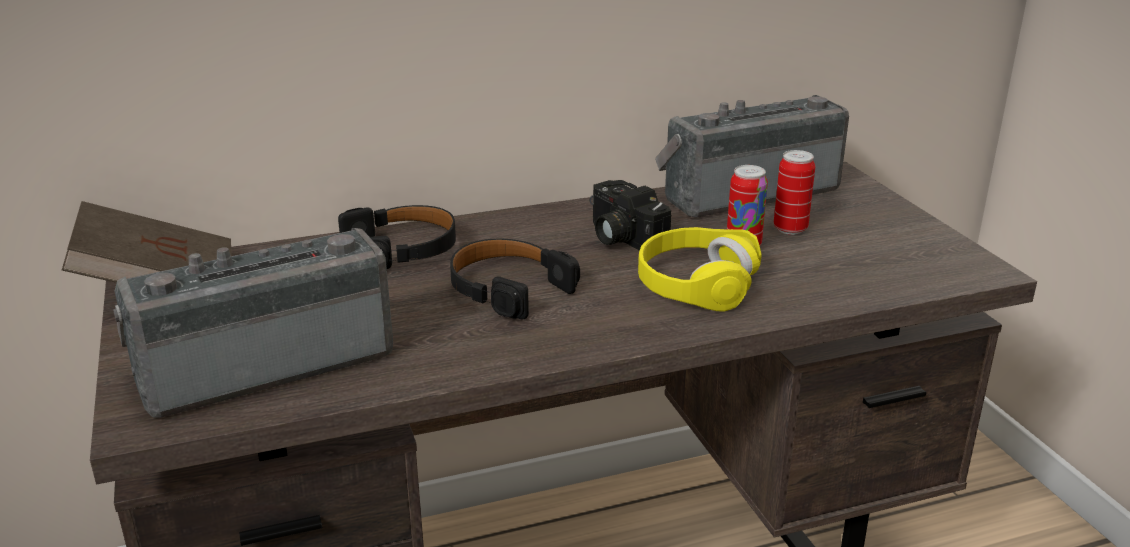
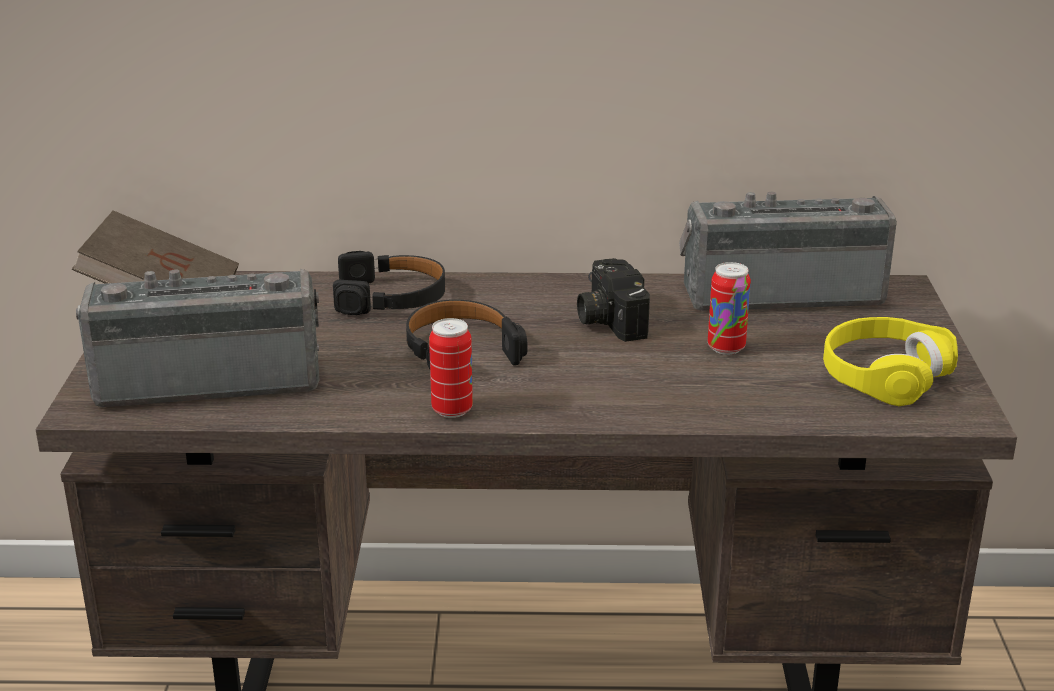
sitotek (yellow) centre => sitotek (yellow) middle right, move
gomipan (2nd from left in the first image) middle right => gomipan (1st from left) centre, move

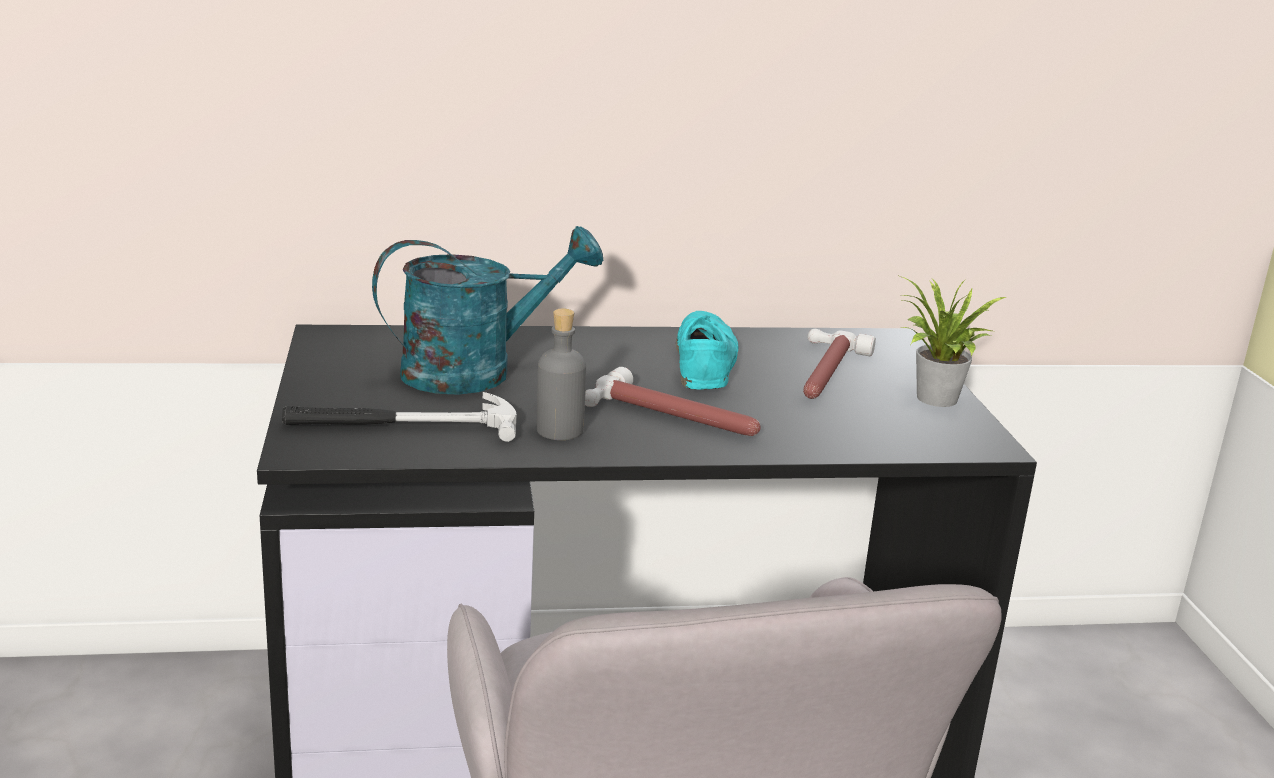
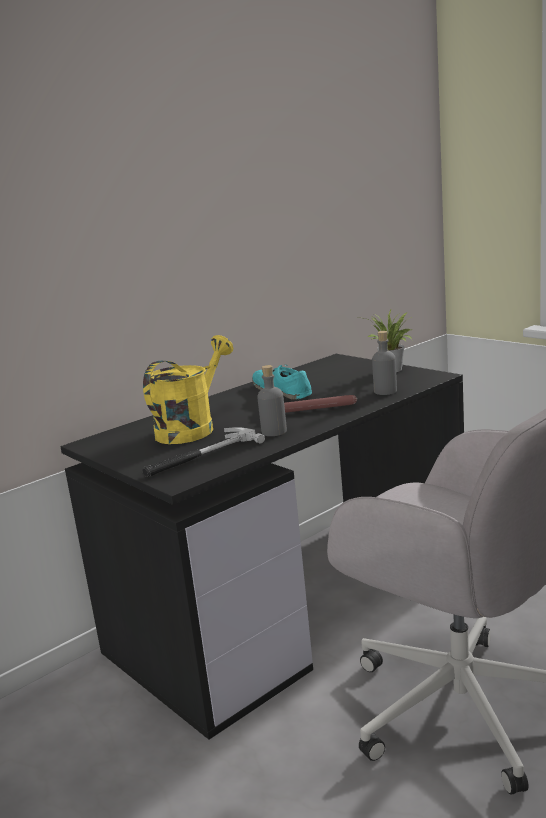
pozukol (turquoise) centre => pozukol (yellow) centre
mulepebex (3rd from left) centre => nothing
nothing => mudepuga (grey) (2nd from left) middle right

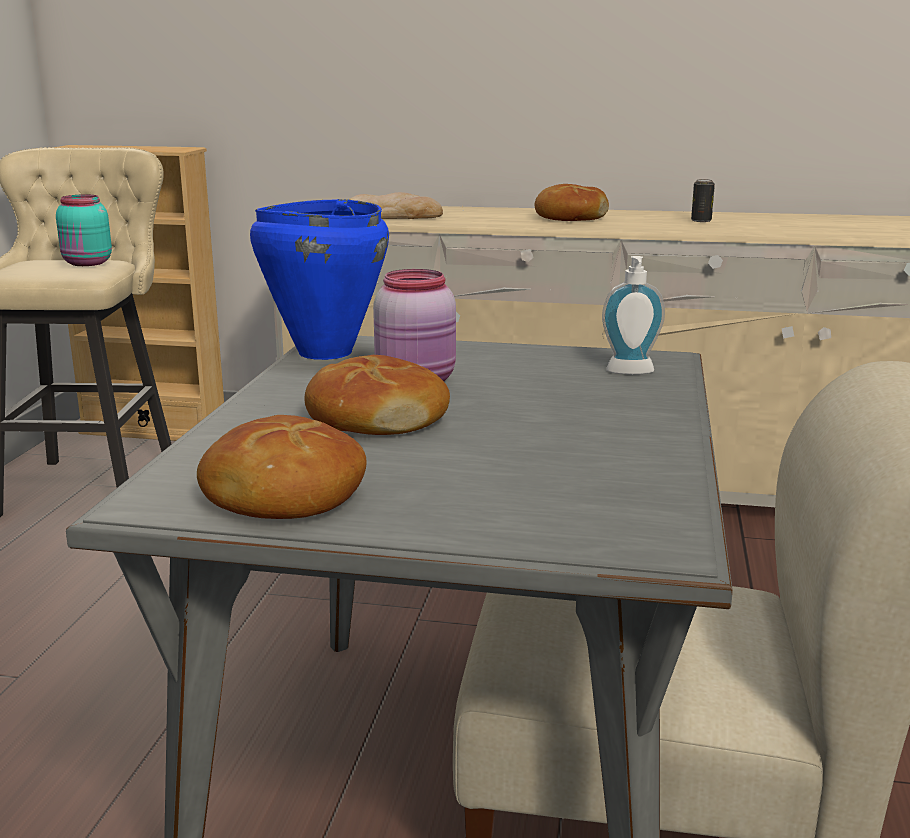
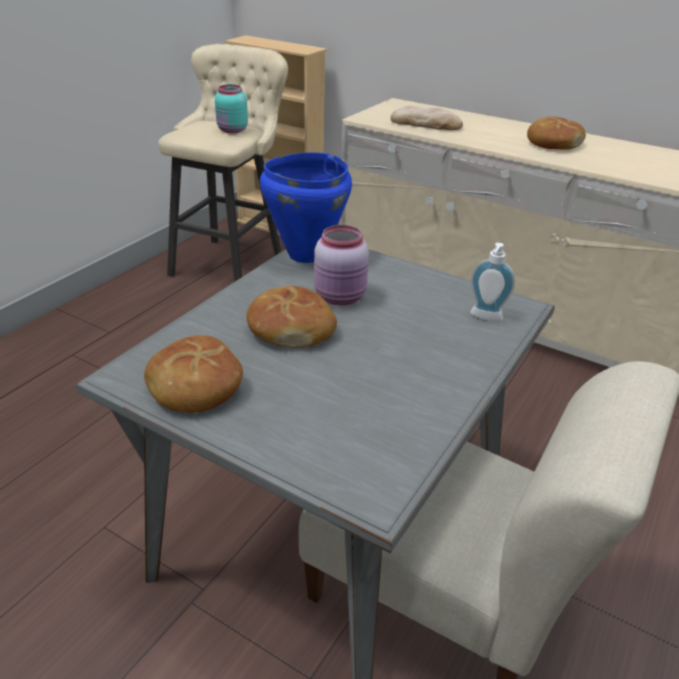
gomipan top right => nothing

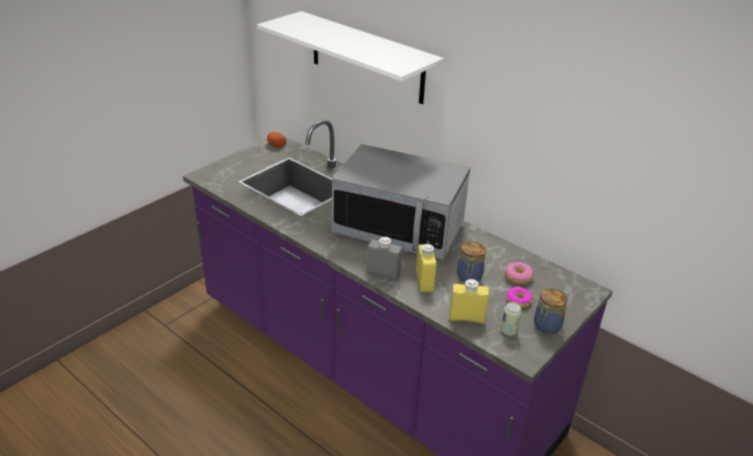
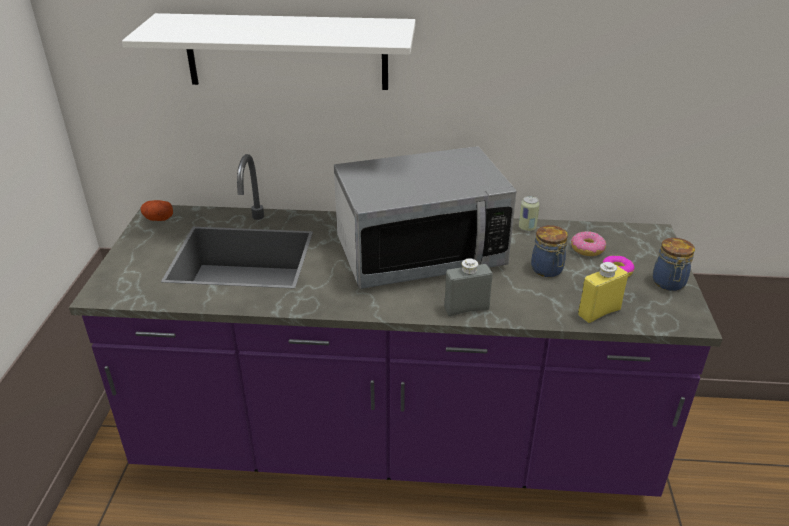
mudepuga (yellow) (1st from left) centre => nothing
gomipan bottom right => gomipan middle right, move

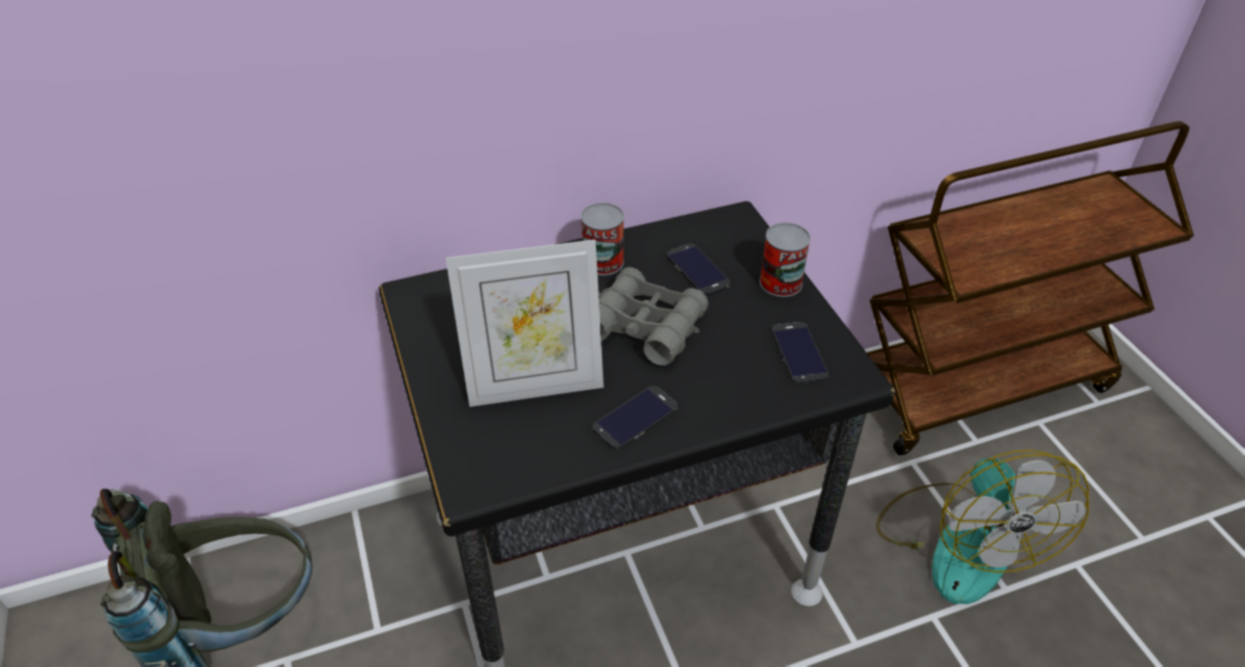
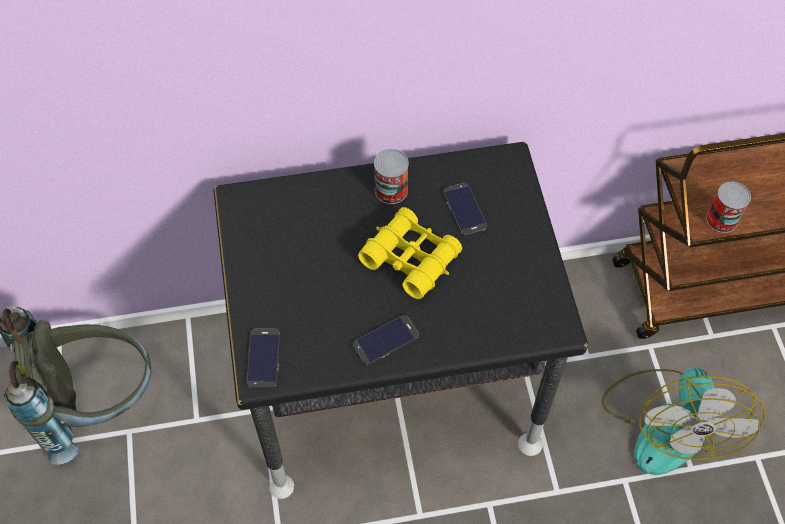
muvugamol centre => nothing
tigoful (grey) centre => tigoful (yellow) centre
gomipan (2nd from left) centre => gomipan (2nd from left) middle right, move
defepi (3rd from left in the first image) centre => defepi (1st from left) bottom centre, move

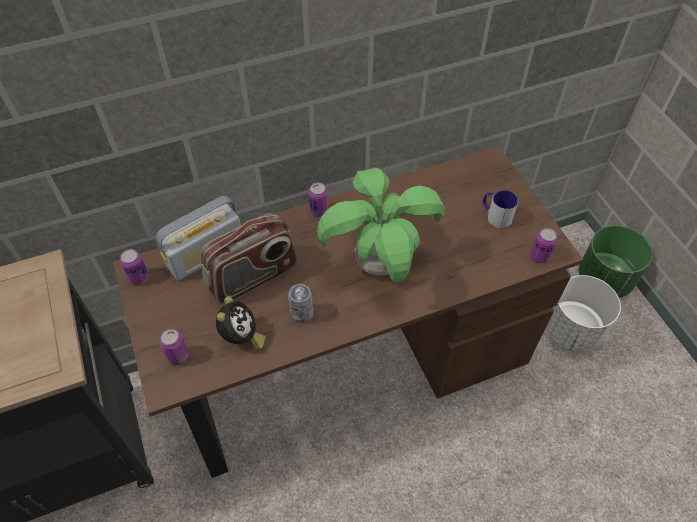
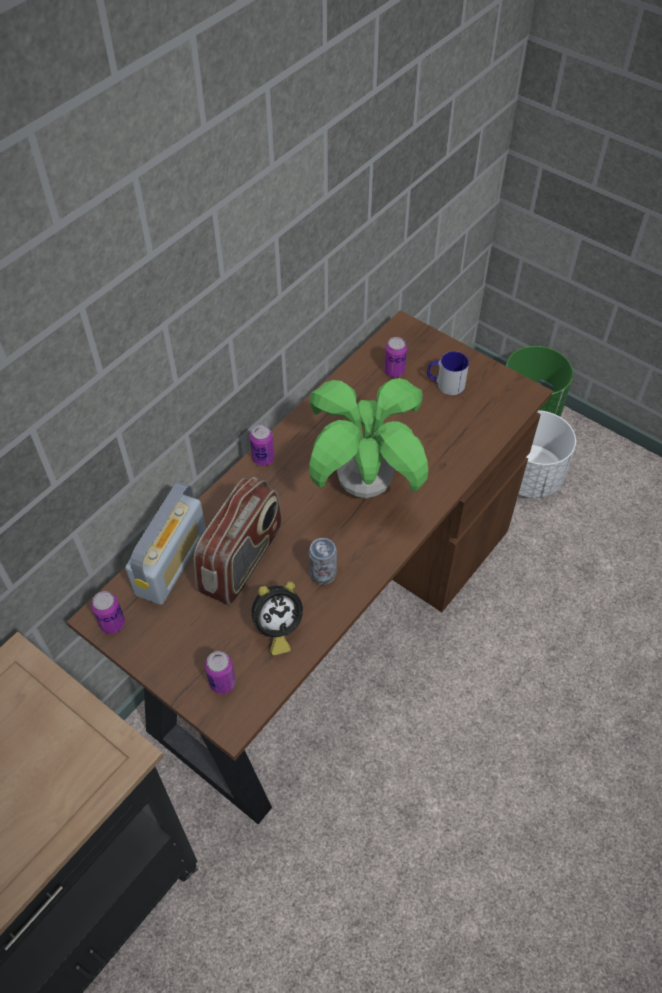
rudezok centre, 90 degrees clockwise
gomipan (5th from left) middle right => gomipan (5th from left) centre, move

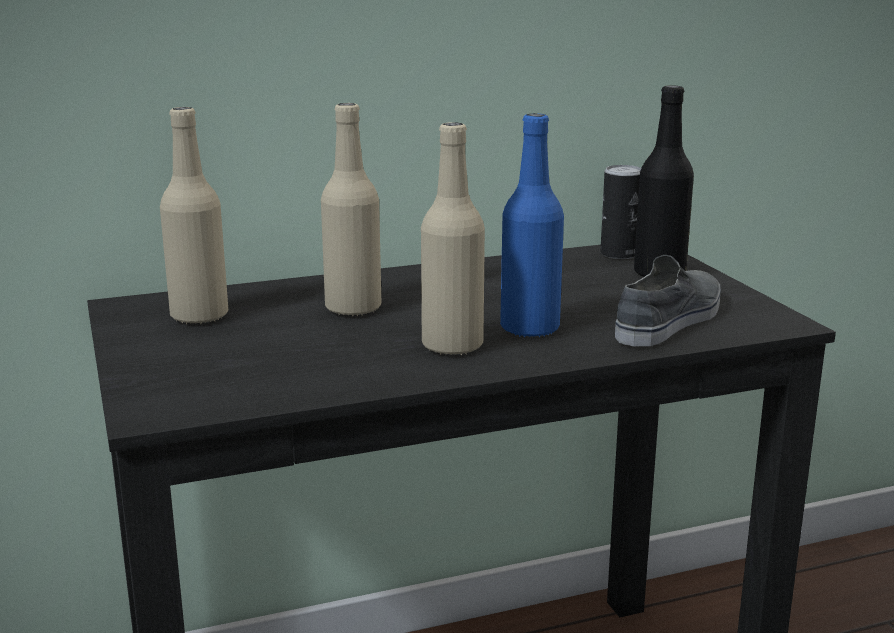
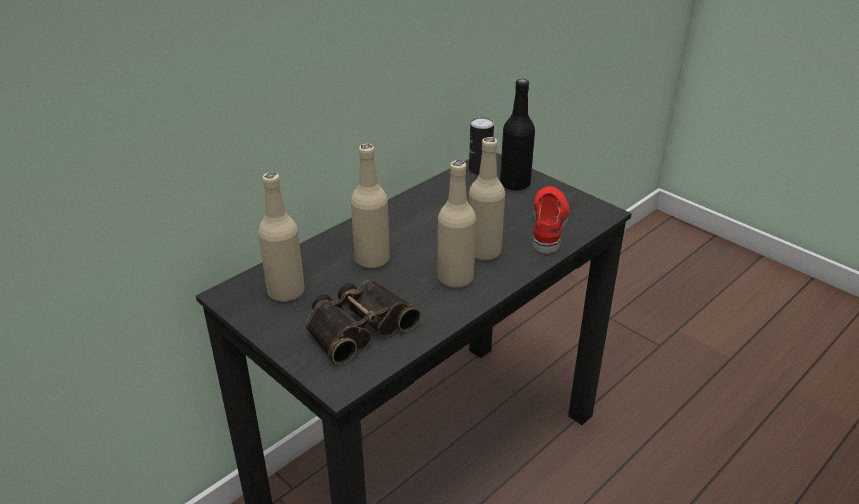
mudepuga (blue) centre => mudepuga (beige) (4th from left) centre
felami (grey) middle right => felami (red) centre
nothing => tigoful centre

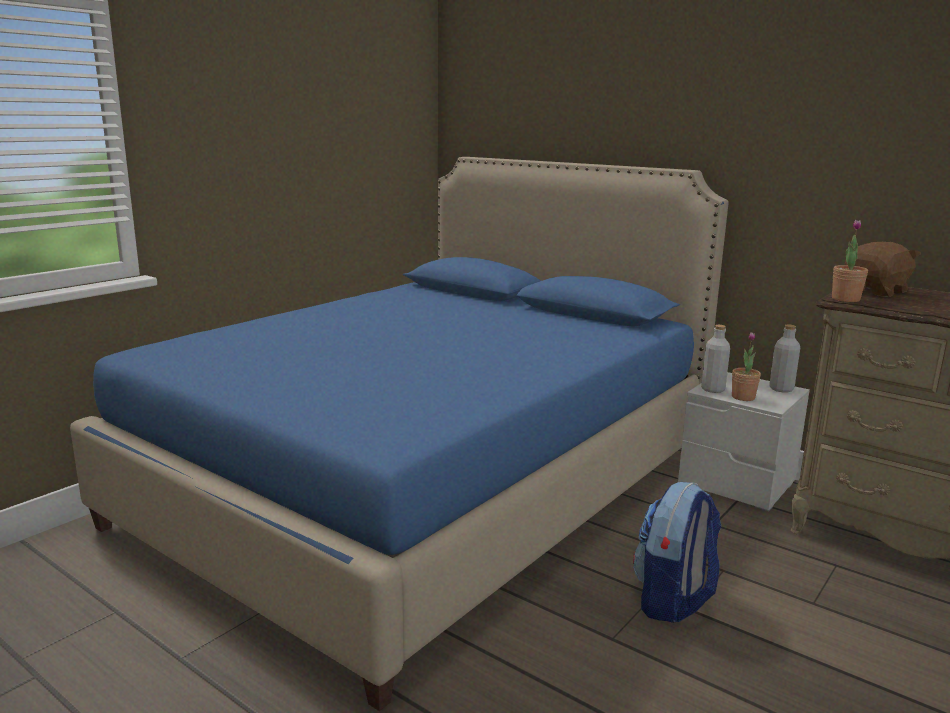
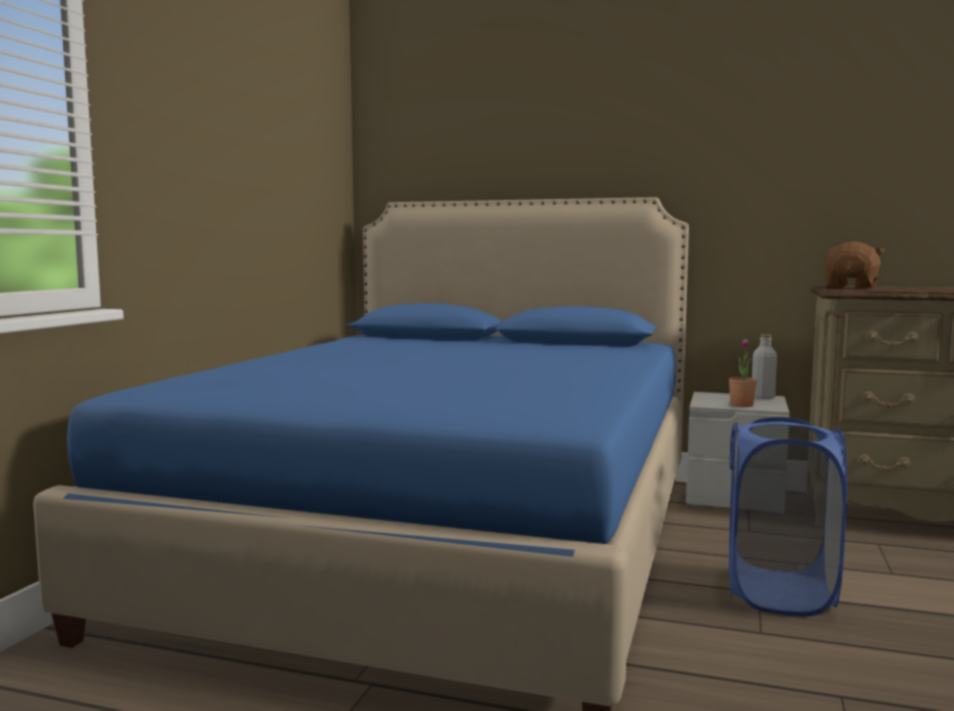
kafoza bottom right => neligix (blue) bottom right
mudepuga (grey) (1st from left) middle right => nothing
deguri (2nd from left) middle right => nothing

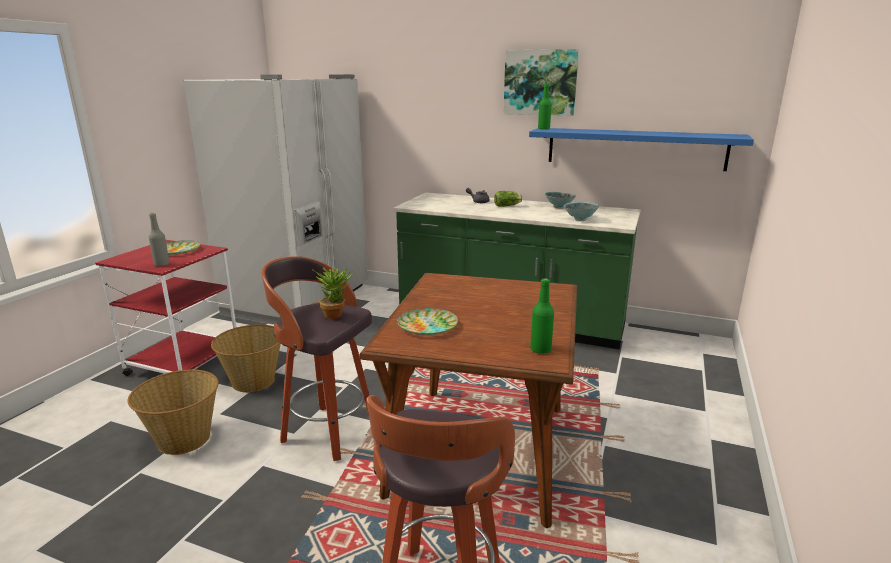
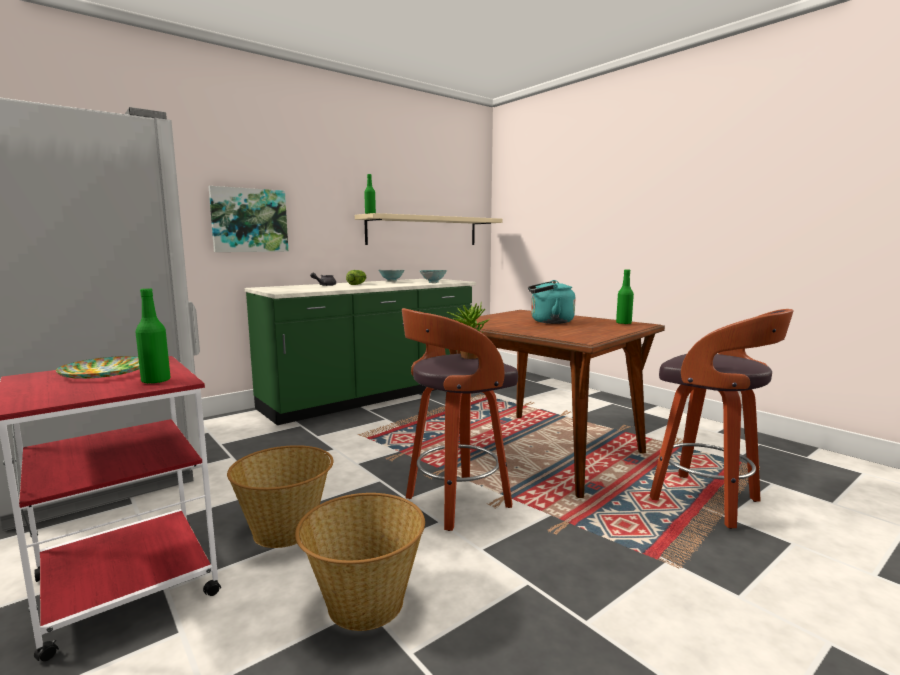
mudepuga (grey) middle left => mudepuga (green) (1st from left) middle left
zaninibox (2nd from left) centre => nothing
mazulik top centre => mazulik top left, move
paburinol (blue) top right => paburinol (beige) centre
nothing => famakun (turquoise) centre

